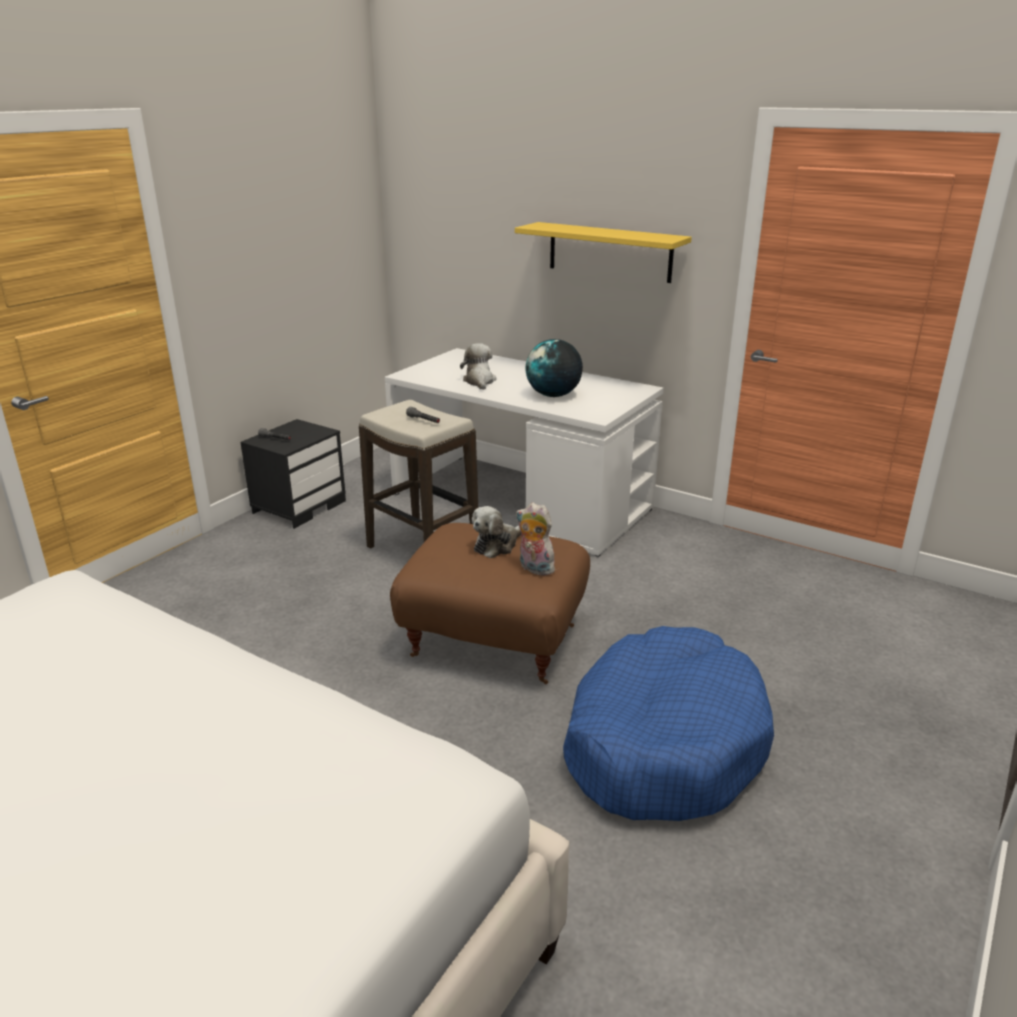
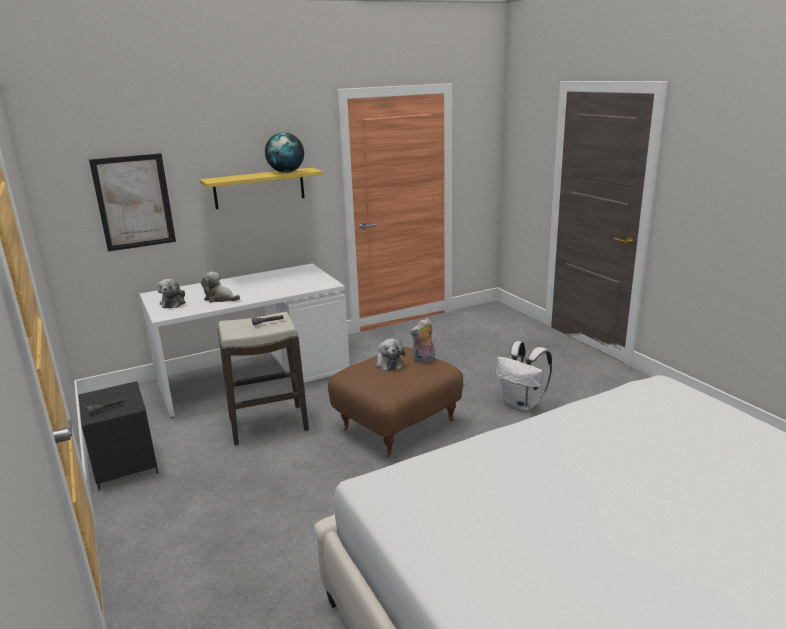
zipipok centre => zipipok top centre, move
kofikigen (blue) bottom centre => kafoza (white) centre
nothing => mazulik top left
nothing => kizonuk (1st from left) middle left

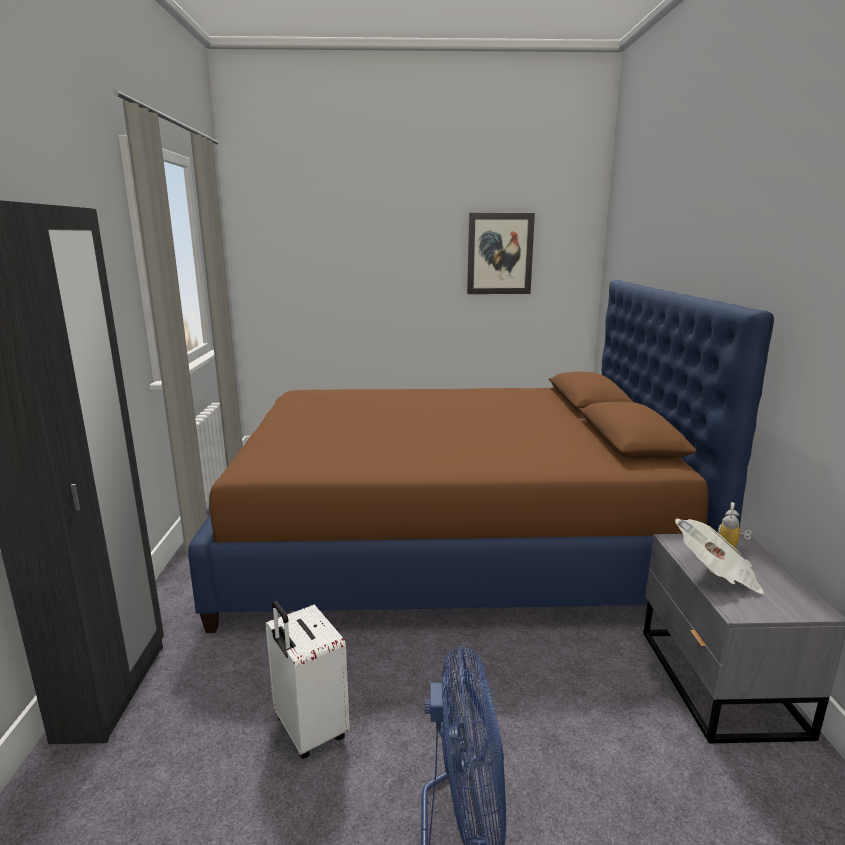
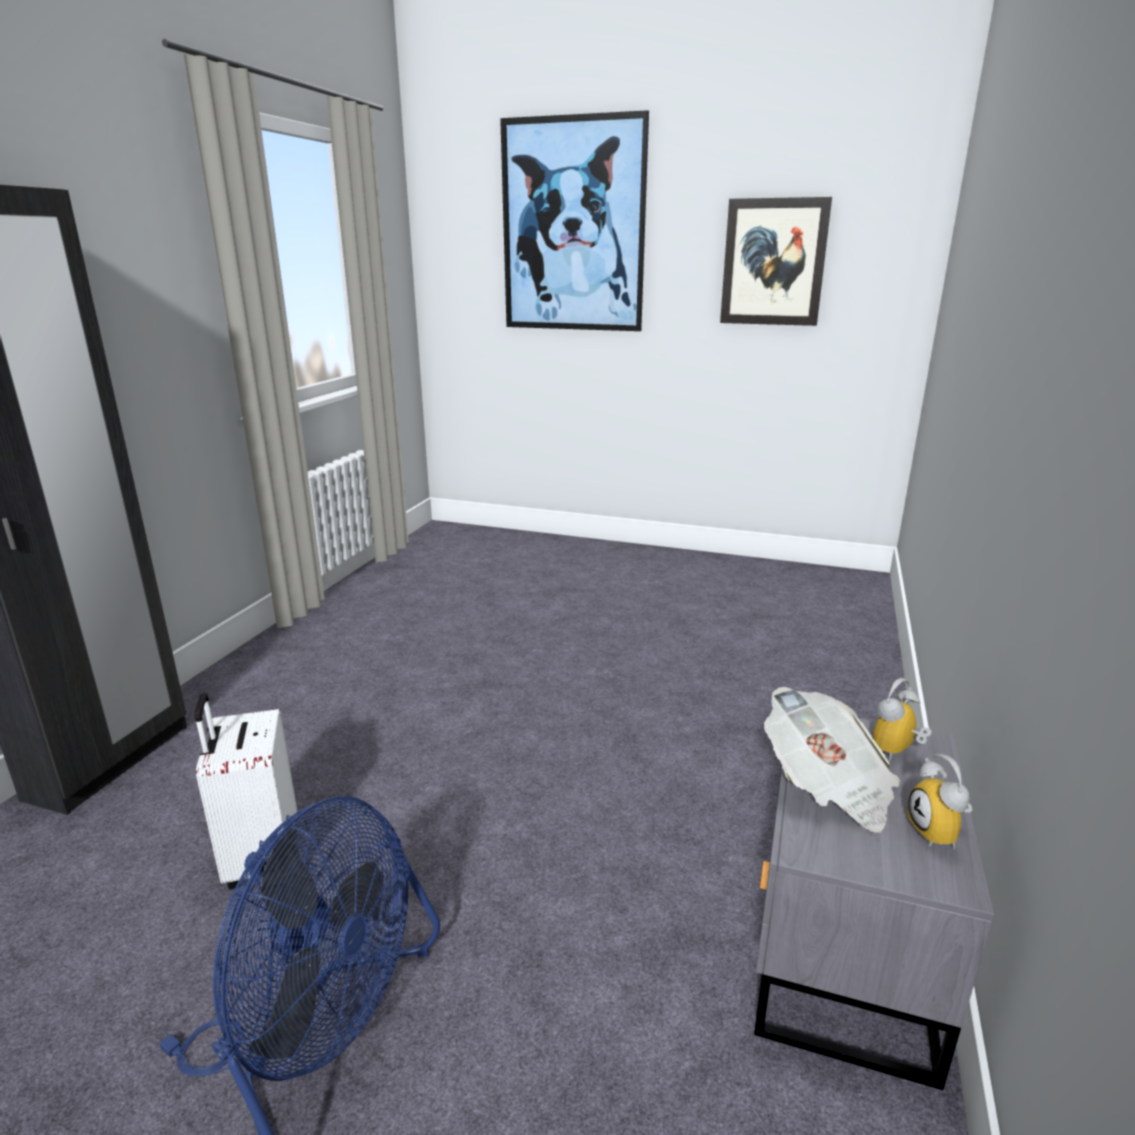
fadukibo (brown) centre => nothing
nothing => mazulik (1st from left) top centre
nothing => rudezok (2nd from left) bottom right

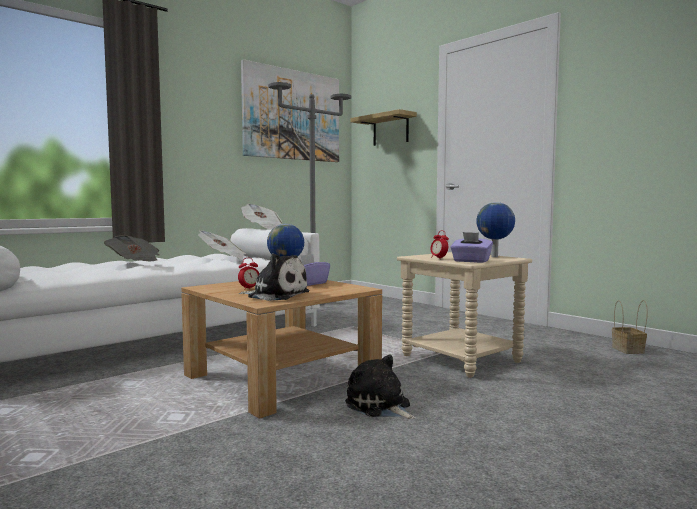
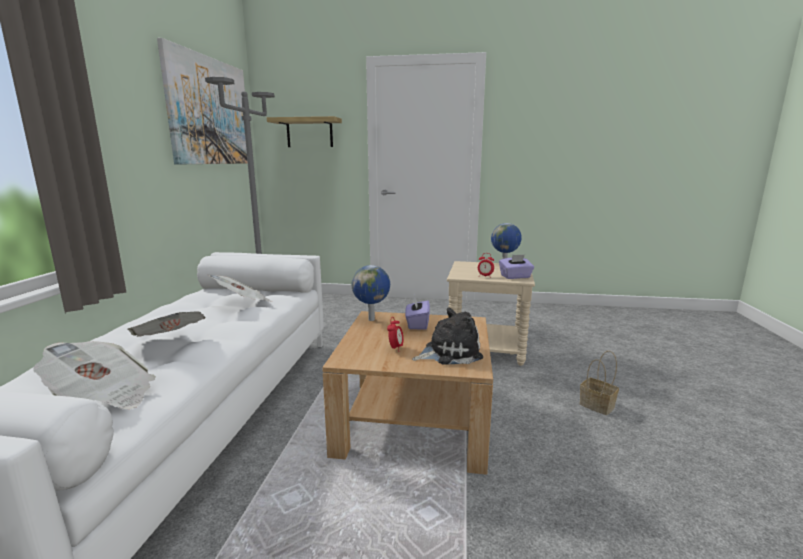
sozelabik (3rd from left in the first image) centre => sozelabik (1st from left) bottom left, move
kizonuk (2nd from left) bottom centre => nothing
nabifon middle right => nabifon bottom right, move

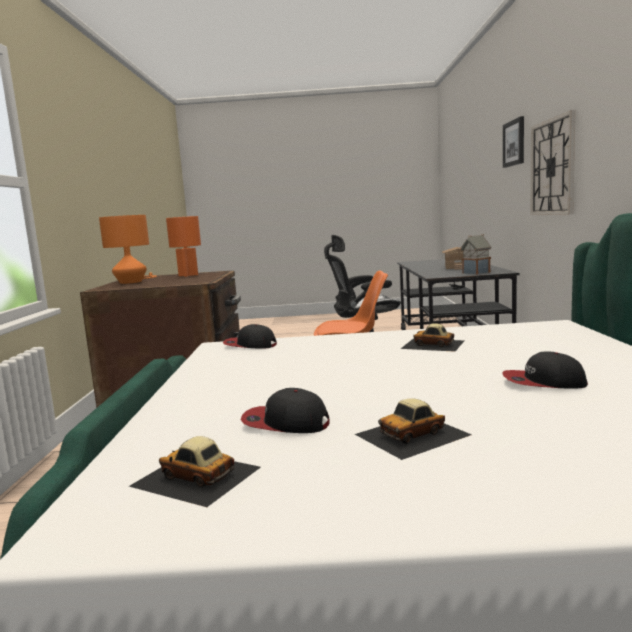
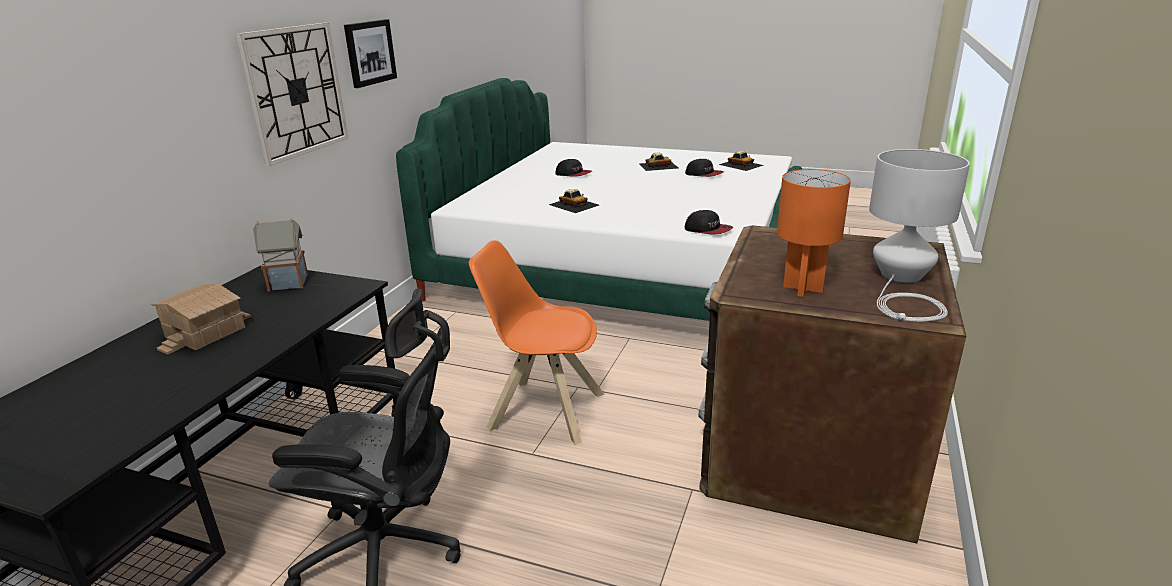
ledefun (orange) (1st from left) middle left => ledefun (white) middle right
mazulik top right => mazulik top left, move

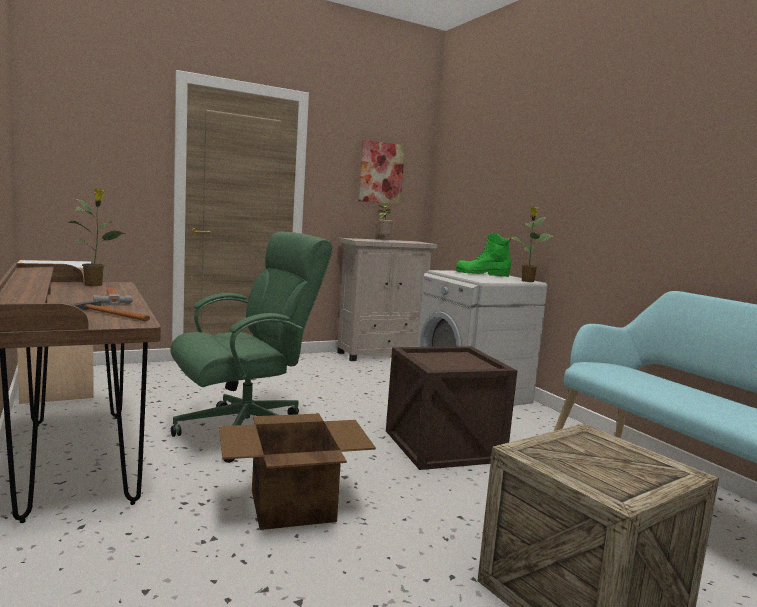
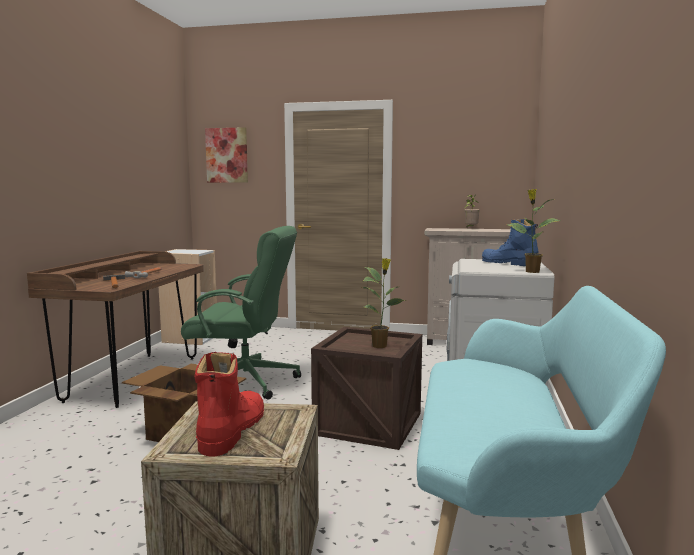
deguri (1st from left) middle left => deguri (1st from left) centre, move
mazulik top centre => mazulik top left, move
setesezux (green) centre => setesezux (blue) middle right
nothing => setesezux (red) bottom left

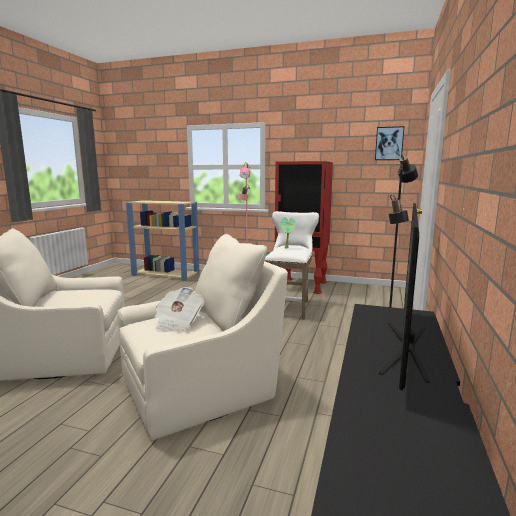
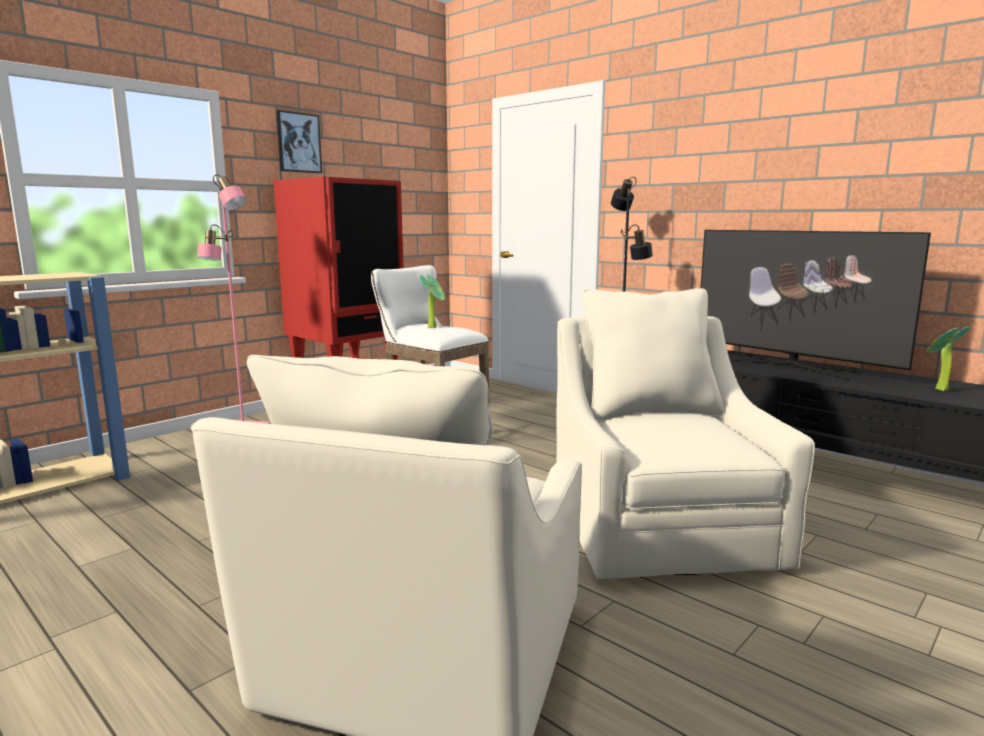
sozelabik centre => nothing
mazulik top right => mazulik top left, move
nothing => deguri (2nd from left) middle right

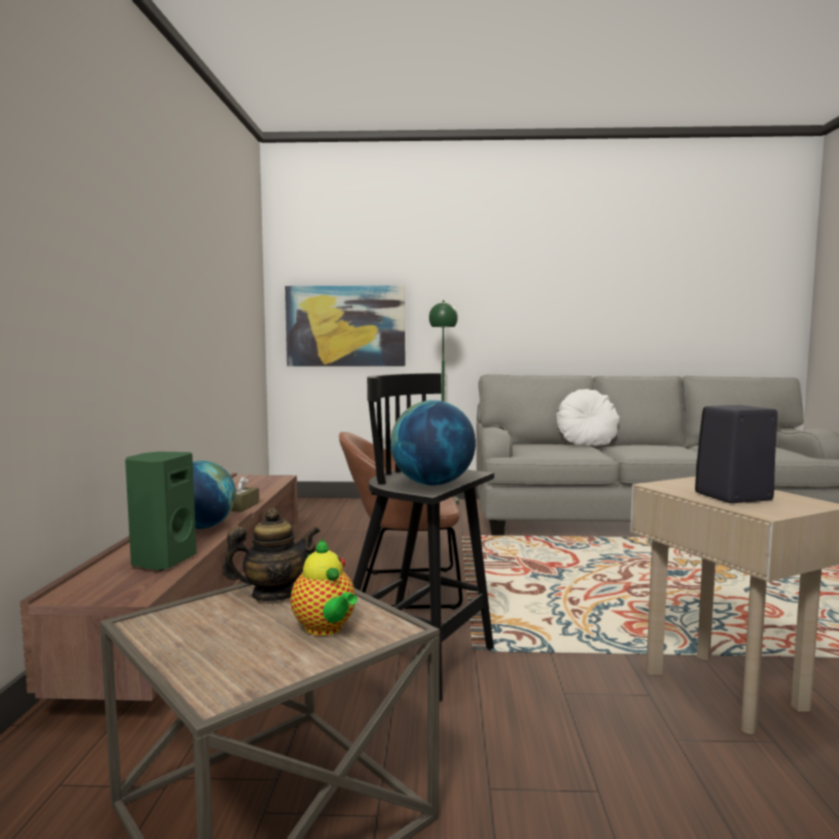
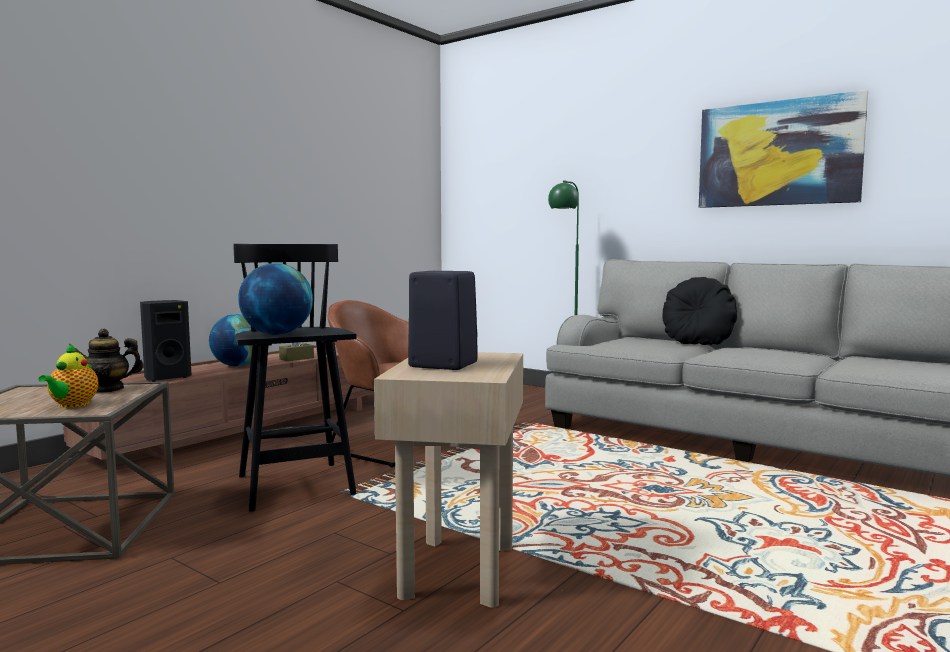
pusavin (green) middle left => pusavin (black) (1st from left) middle left
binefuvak (1st from left in the first image) middle left => binefuvak (2nd from left) middle left, 150 degrees clockwise
mazulik centre => mazulik top right, move
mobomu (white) middle right => mobomu (black) middle right

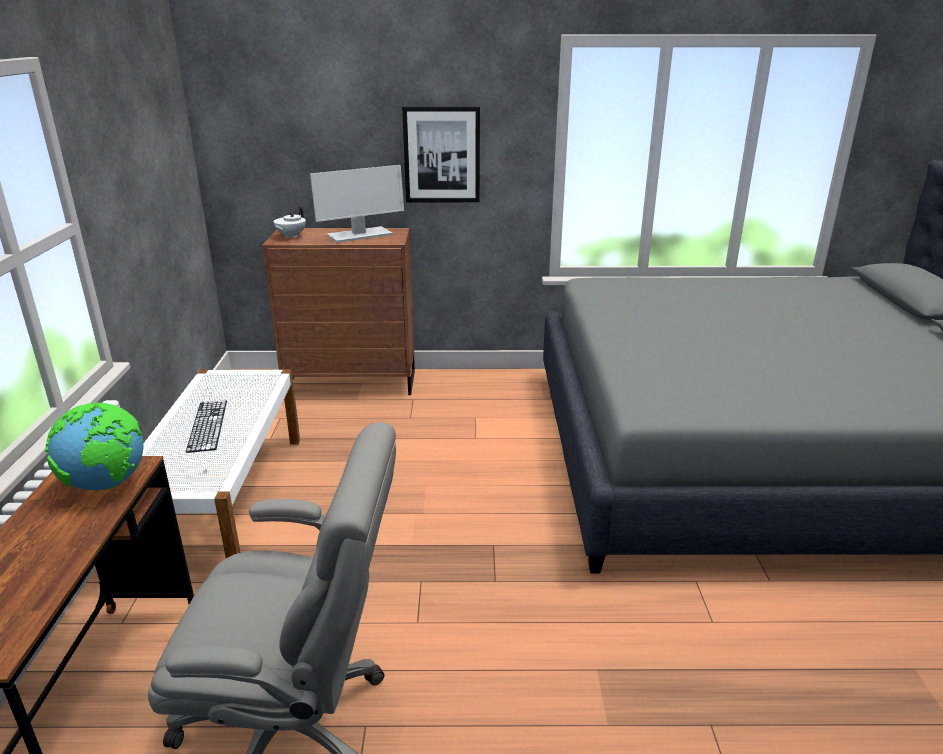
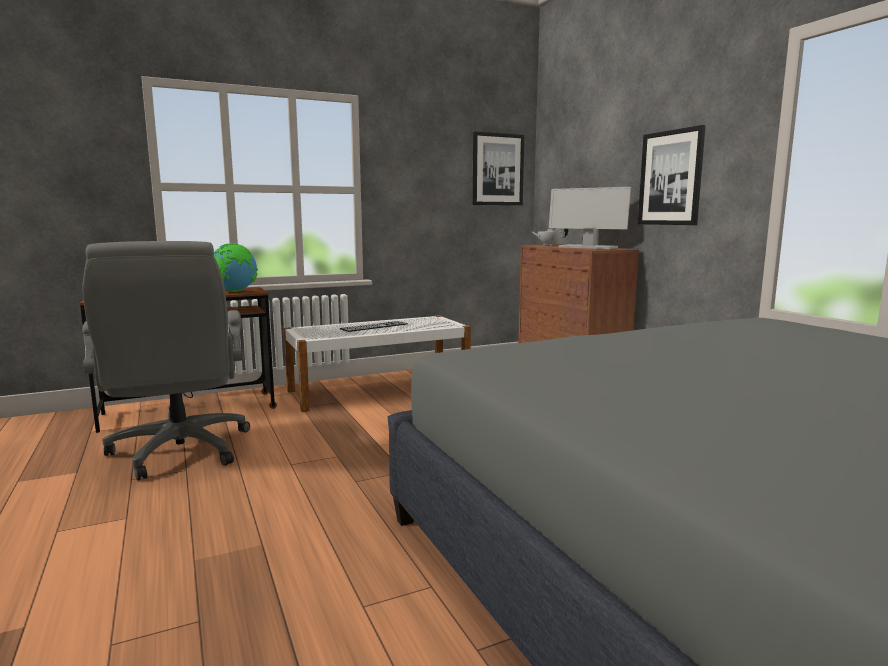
nothing => mazulik (1st from left) top centre

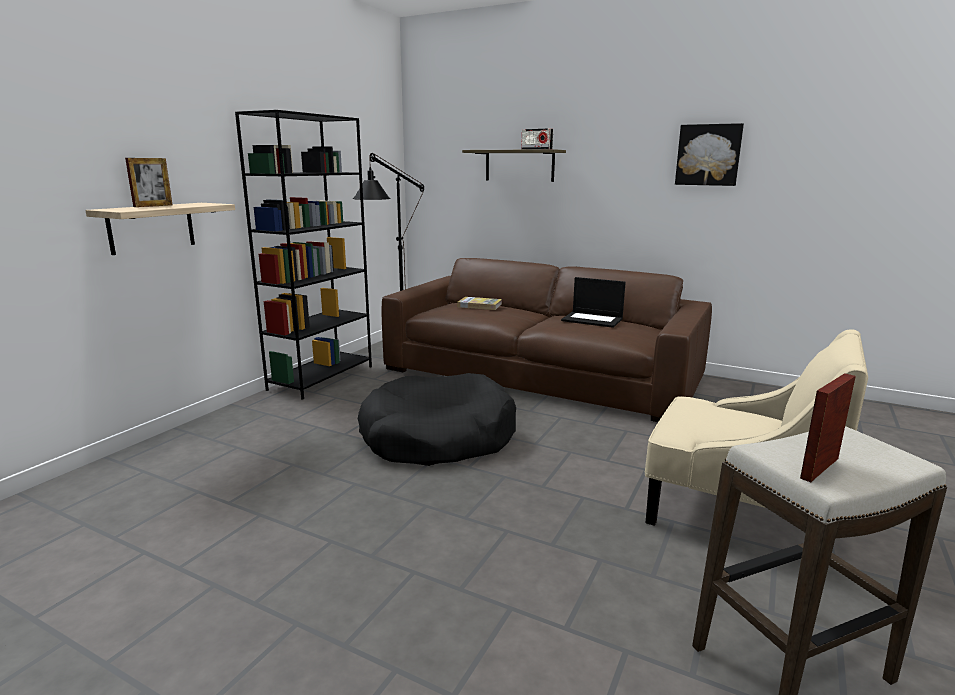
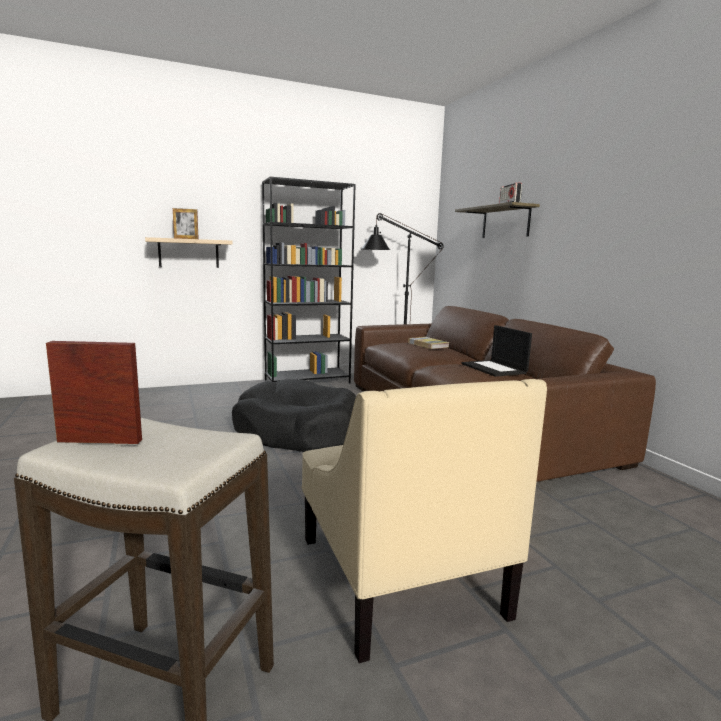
mazulik top right => nothing

